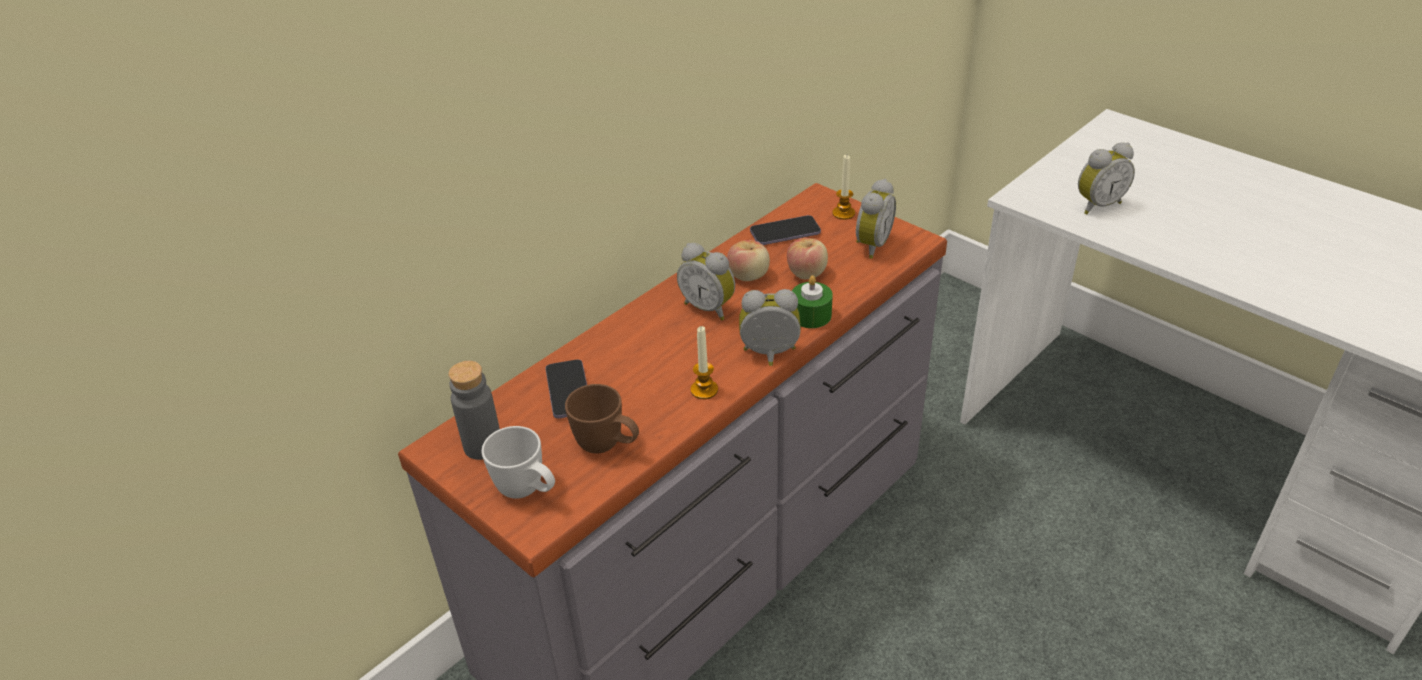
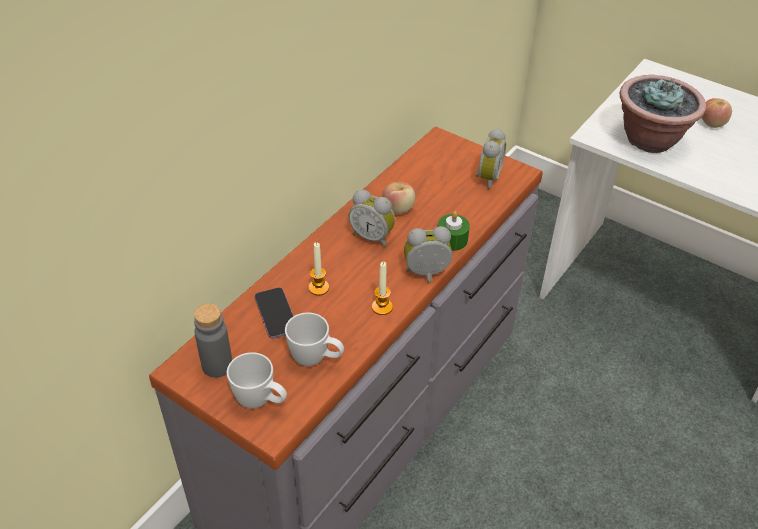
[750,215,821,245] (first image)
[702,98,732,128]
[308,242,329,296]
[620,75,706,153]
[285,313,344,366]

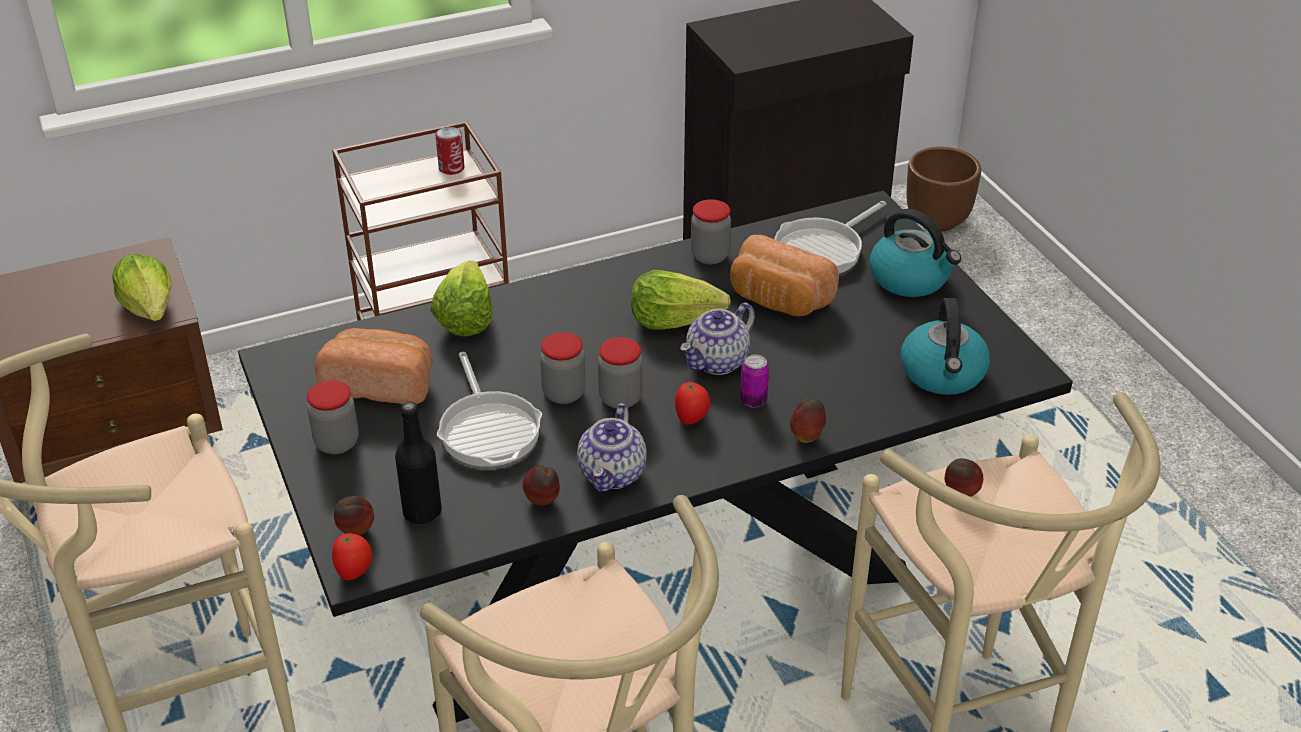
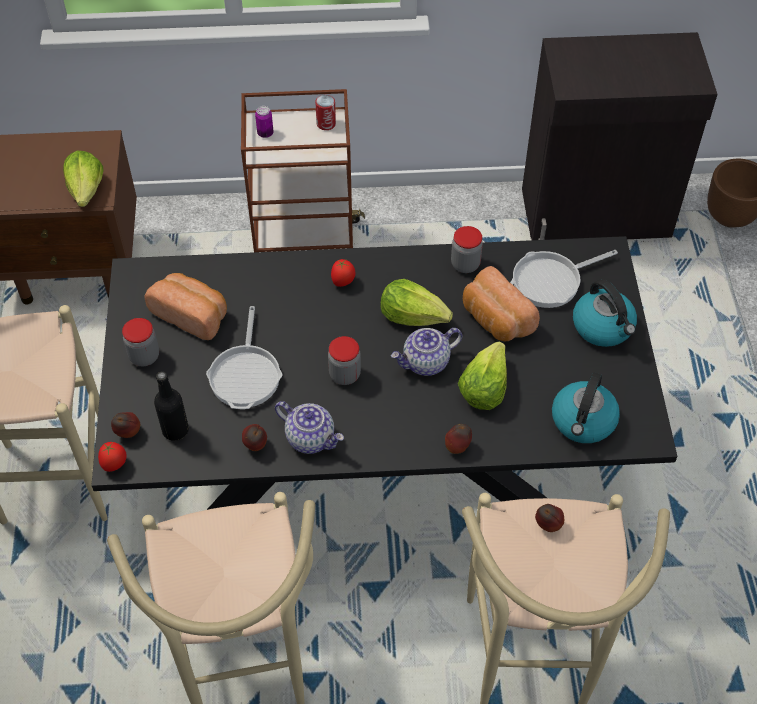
[540,332,586,404] (first image)
[458,342,507,410]
[331,259,355,287]
[255,106,273,138]
[275,401,344,454]

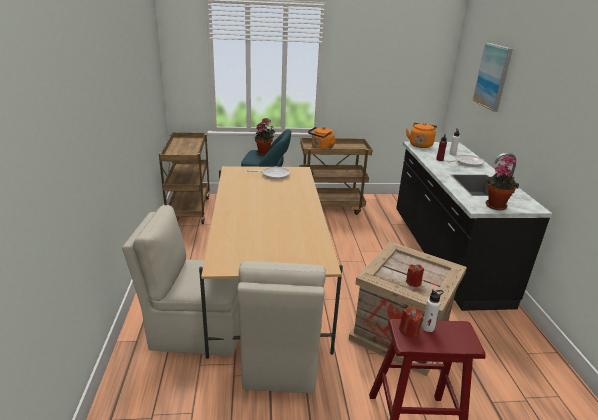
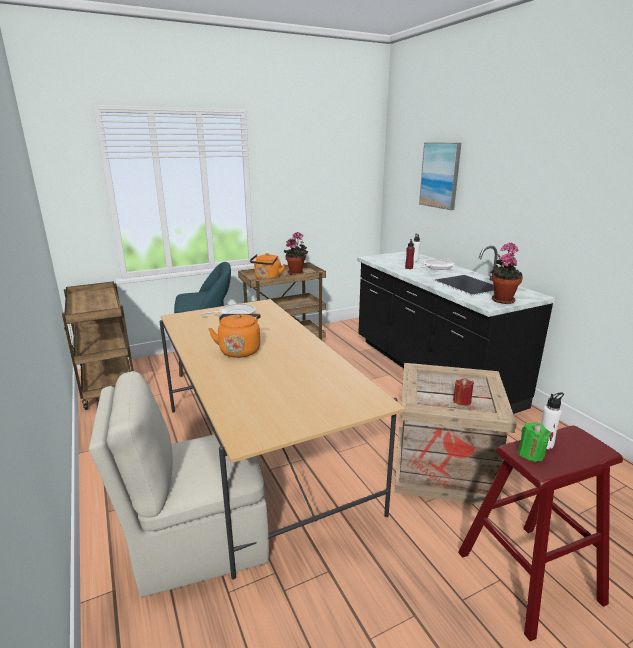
[237,261,326,393] (first image)
[284,232,308,275]
[208,314,261,358]
[518,422,551,462]

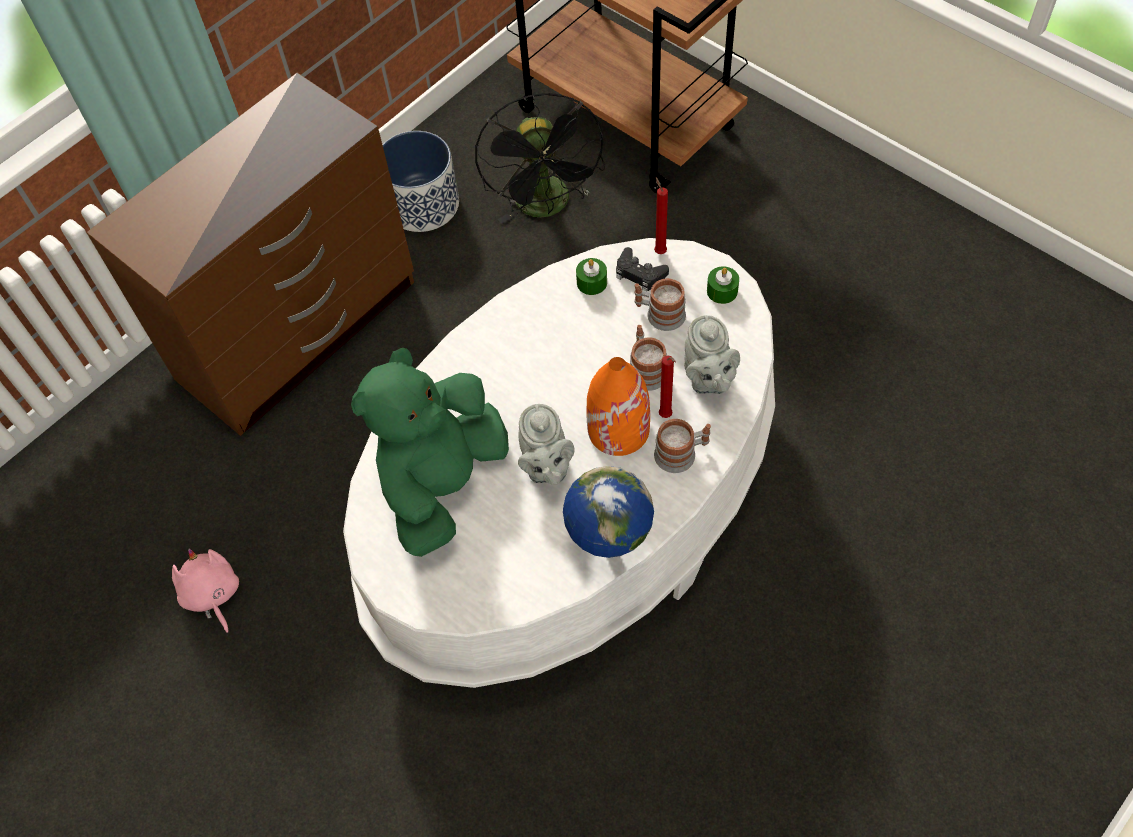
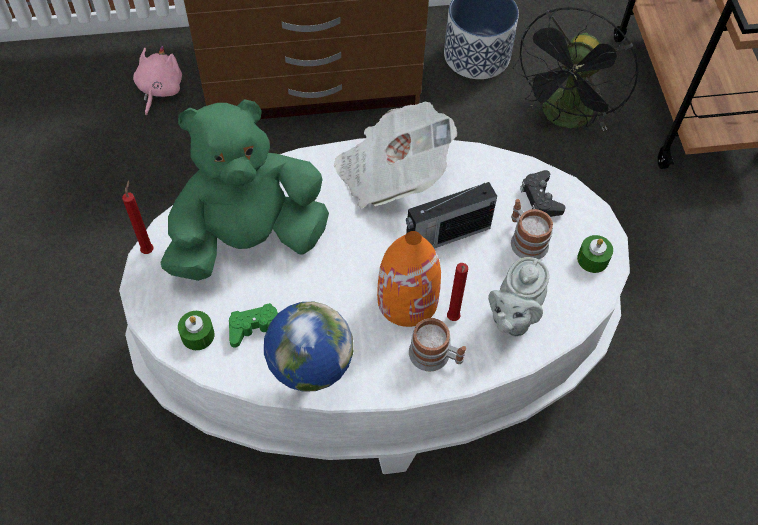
[518,404,575,485] (first image)
[630,325,667,391] (first image)
[229,303,278,348]
[334,102,457,208]
[406,182,497,248]
[133,45,182,116]
[178,311,214,350]
[122,180,153,254]

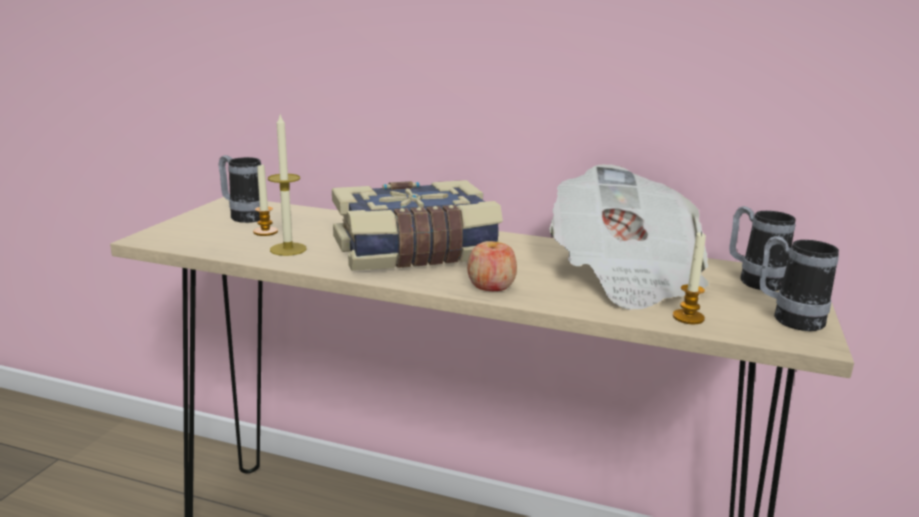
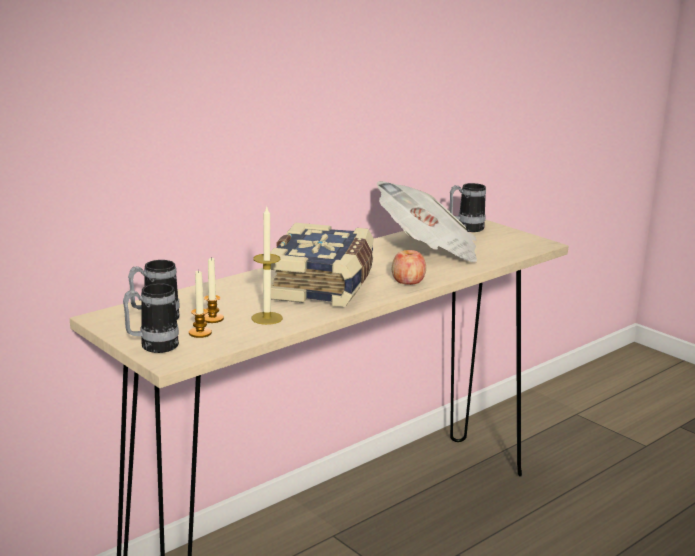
[189,269,212,338]
[123,283,179,353]

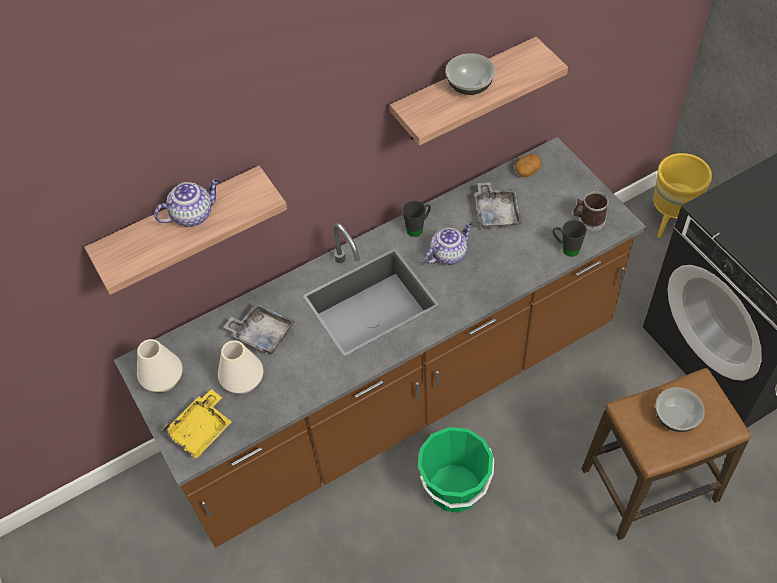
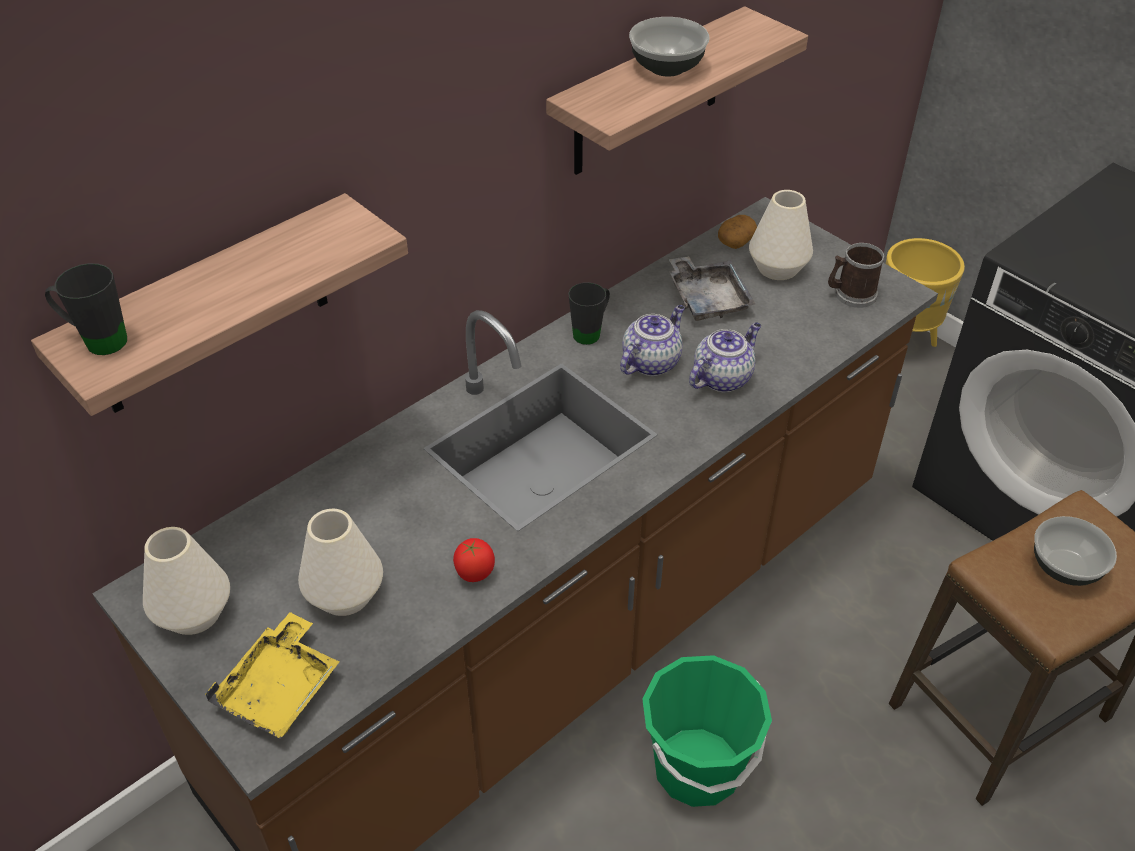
[223,302,295,355] (first image)
[453,538,495,582]
[749,190,813,280]
[689,322,761,392]
[45,263,127,355]

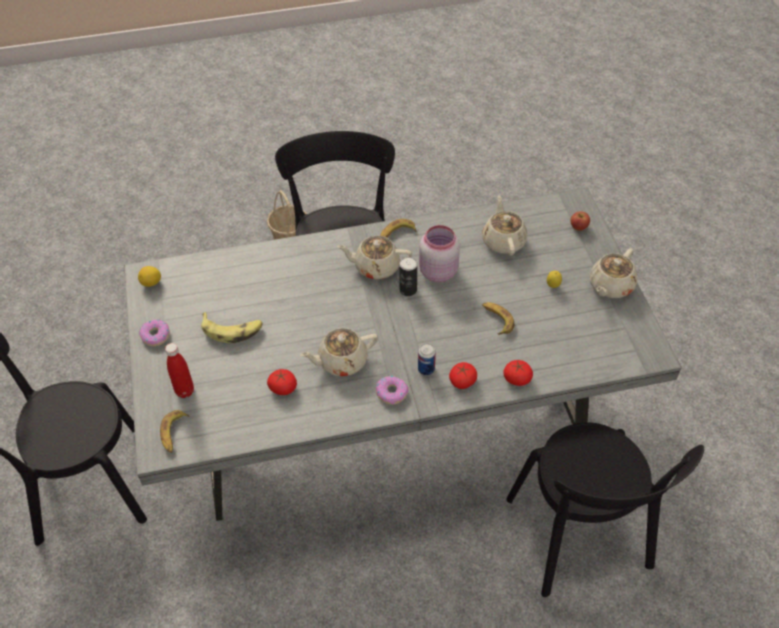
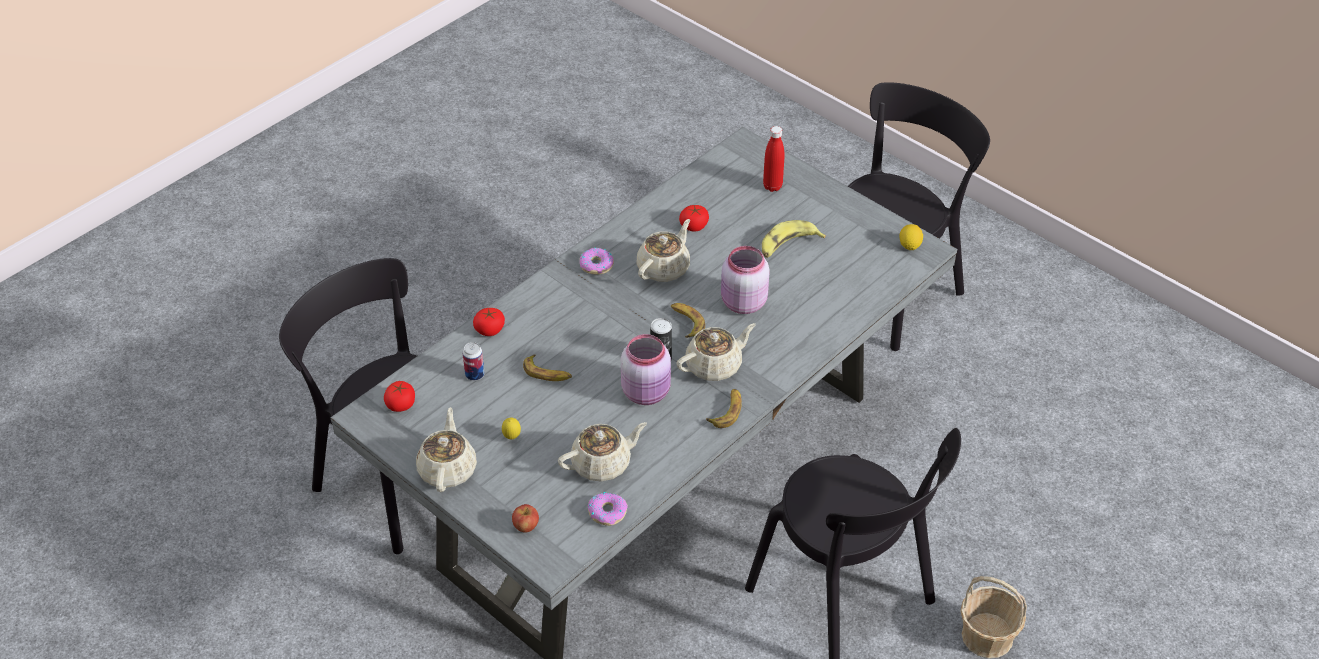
[721,246,770,314]
[588,492,628,526]
[671,303,705,338]
[462,342,485,381]
[384,381,415,412]
[558,422,647,482]

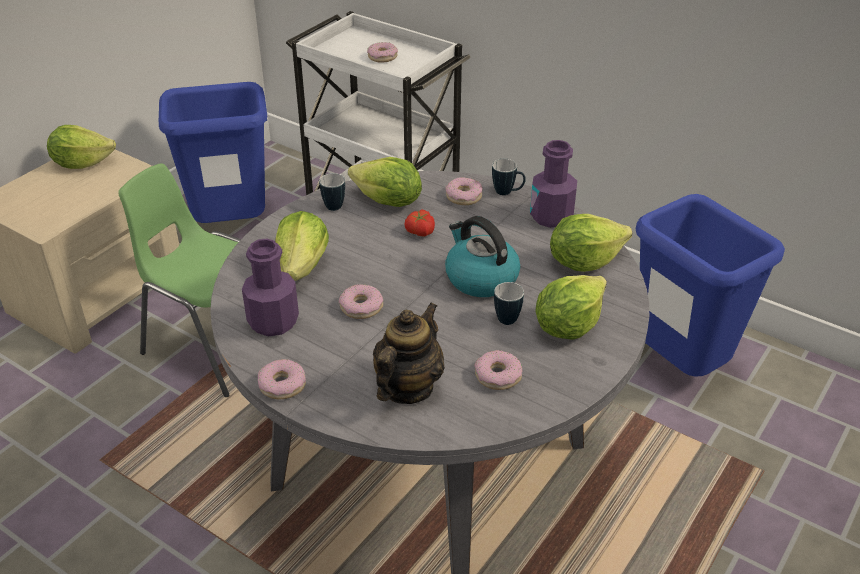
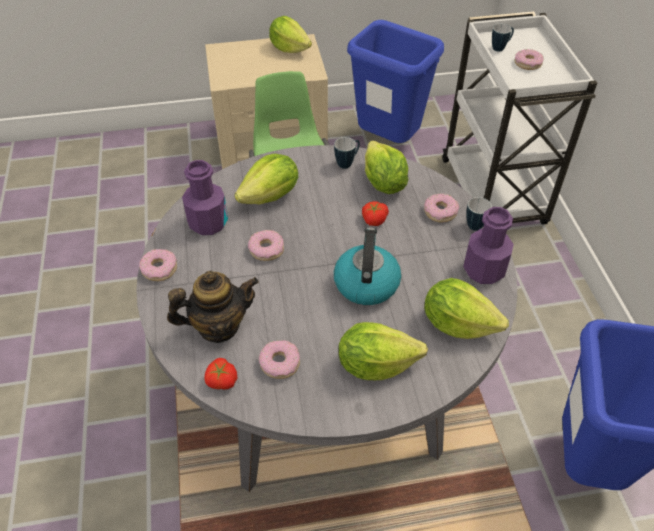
[204,358,237,390]
[492,24,514,52]

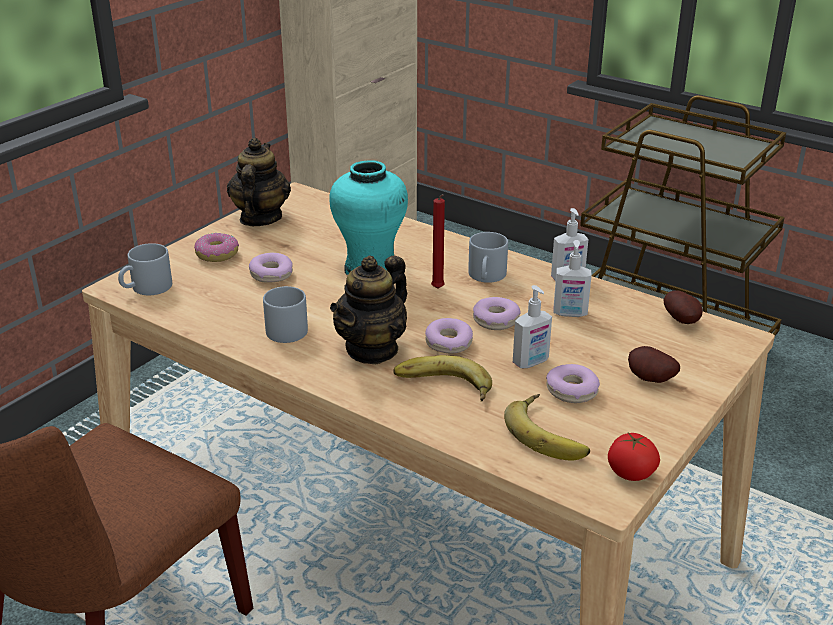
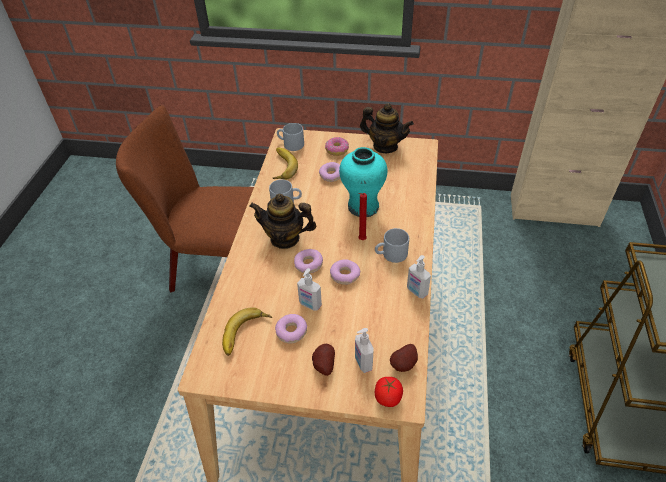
[273,148,298,180]
[355,328,374,373]
[375,377,403,407]
[360,103,414,153]

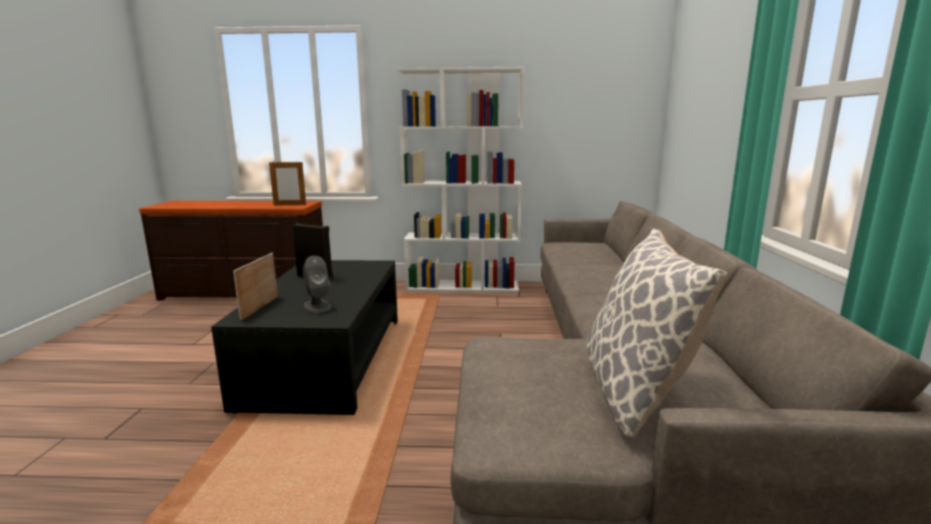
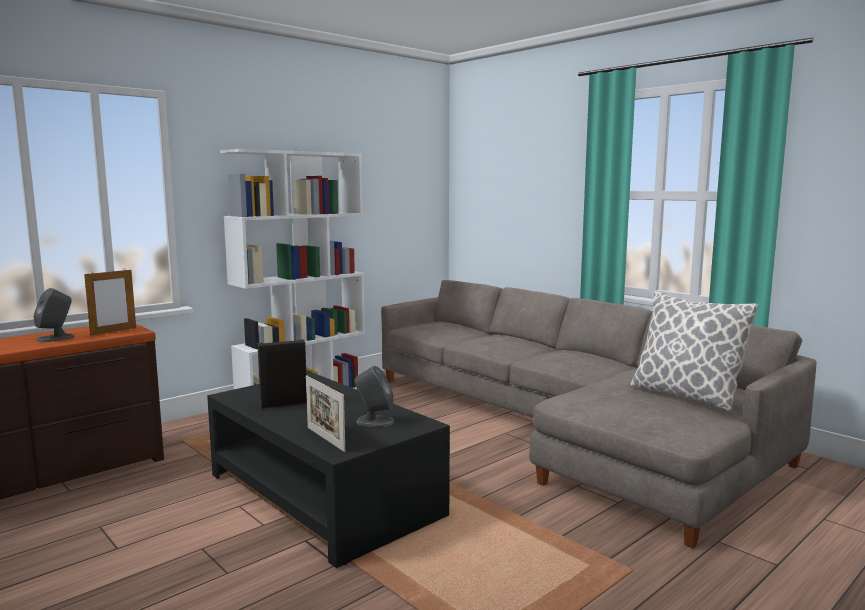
[33,288,74,342]

